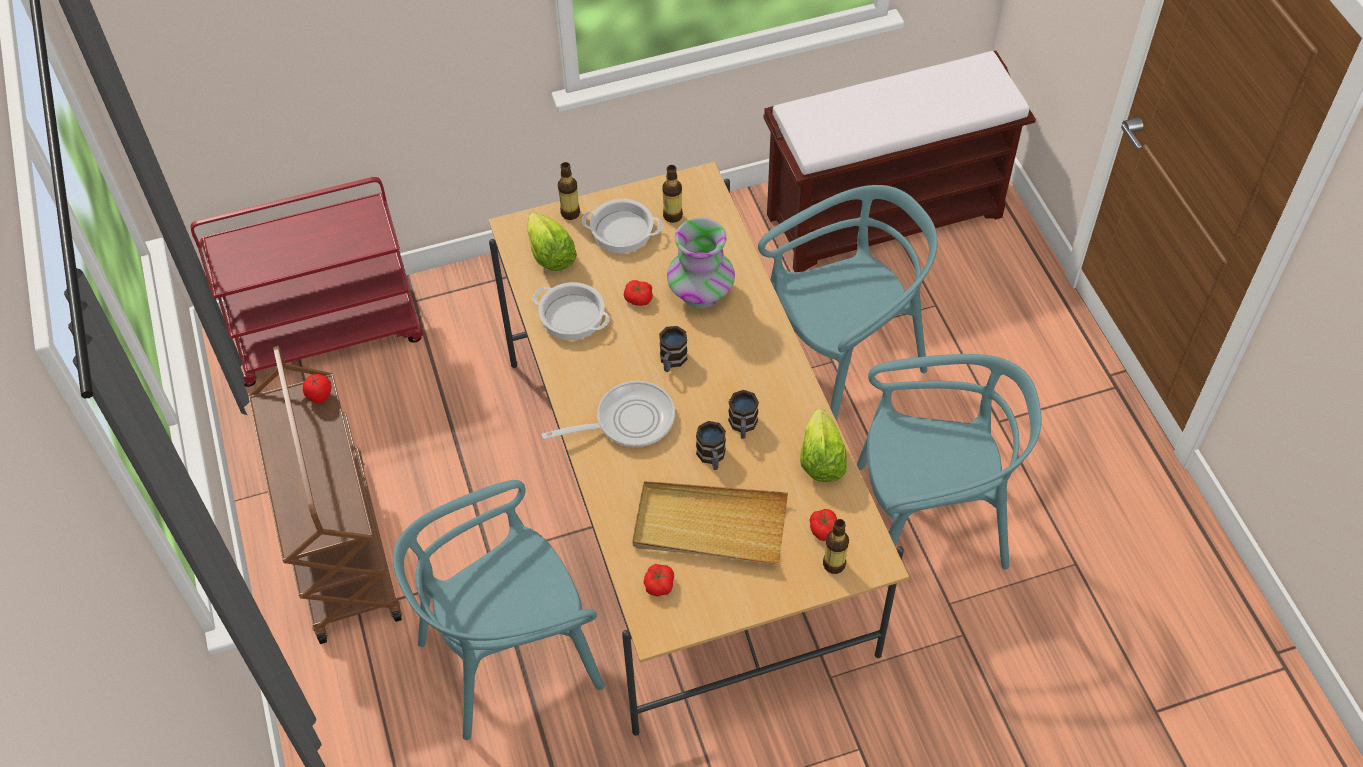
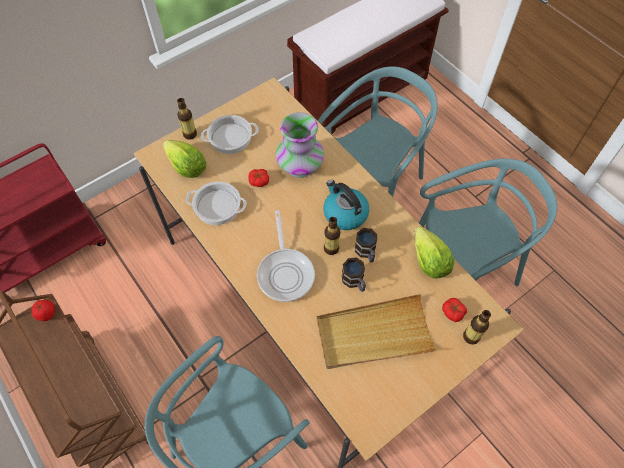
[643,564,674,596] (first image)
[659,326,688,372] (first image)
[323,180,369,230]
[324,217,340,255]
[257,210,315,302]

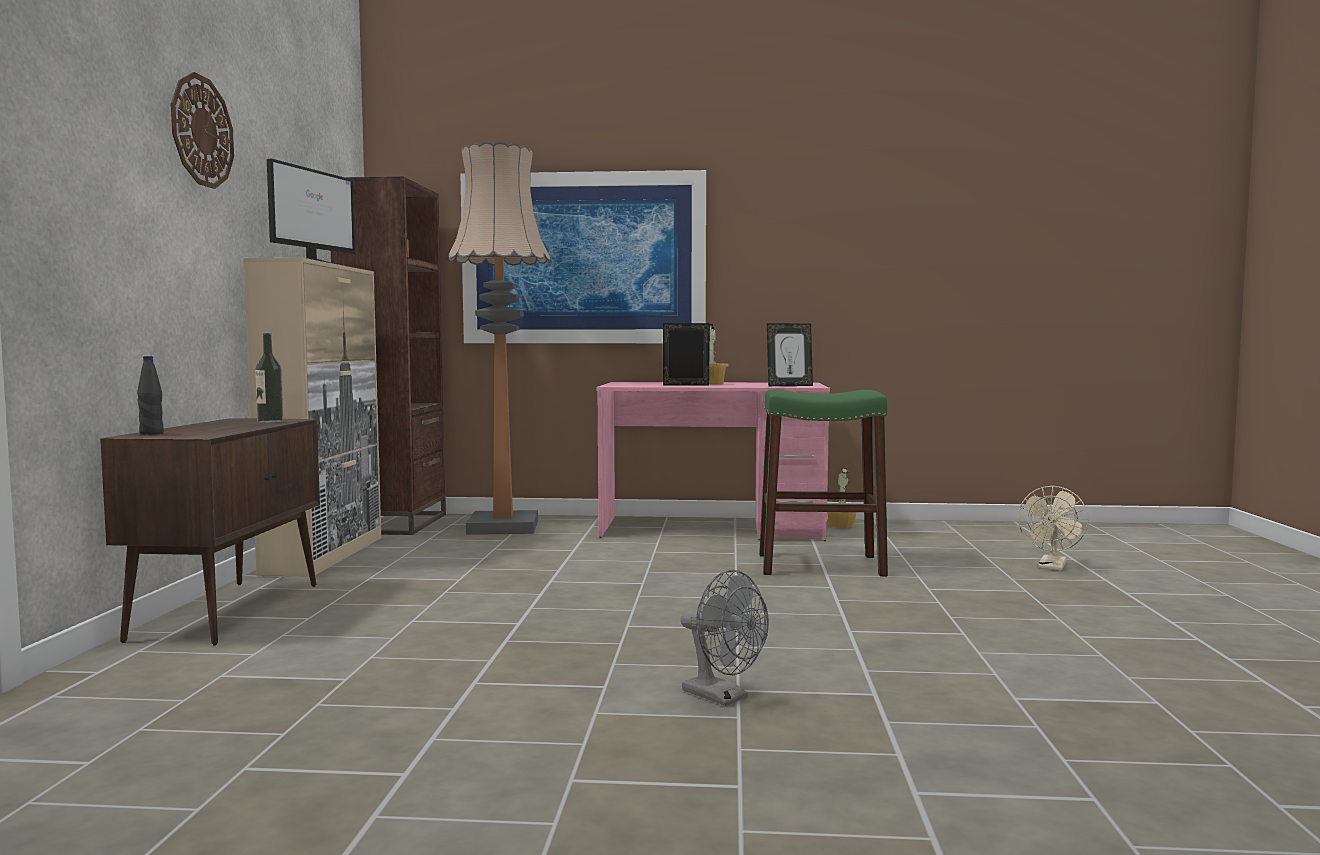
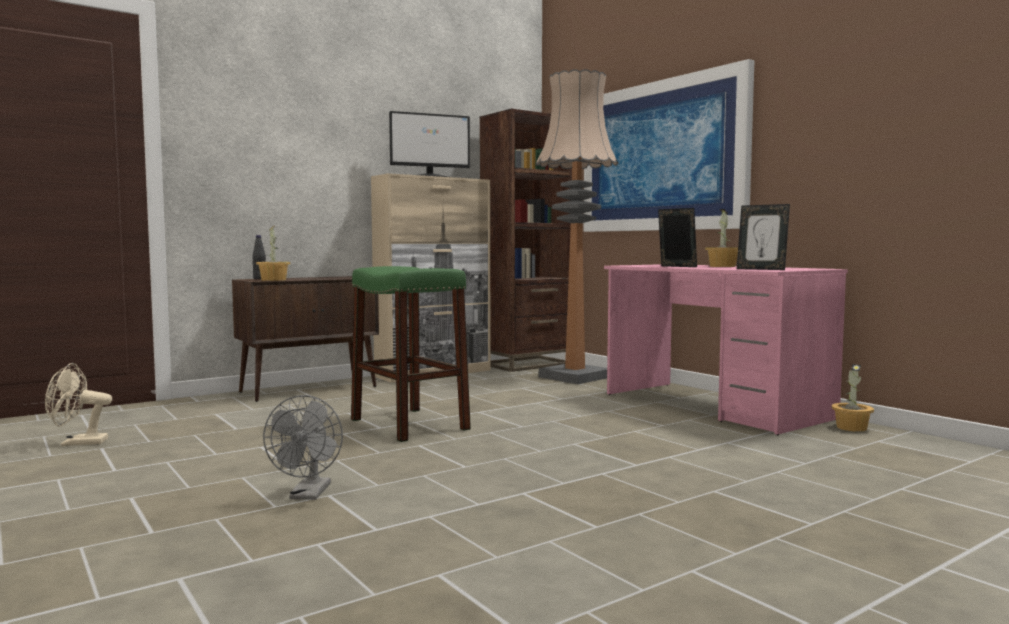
[171,72,234,189] (first image)
[255,333,284,423] (first image)
[256,226,290,281]
[351,266,471,442]
[45,363,112,446]

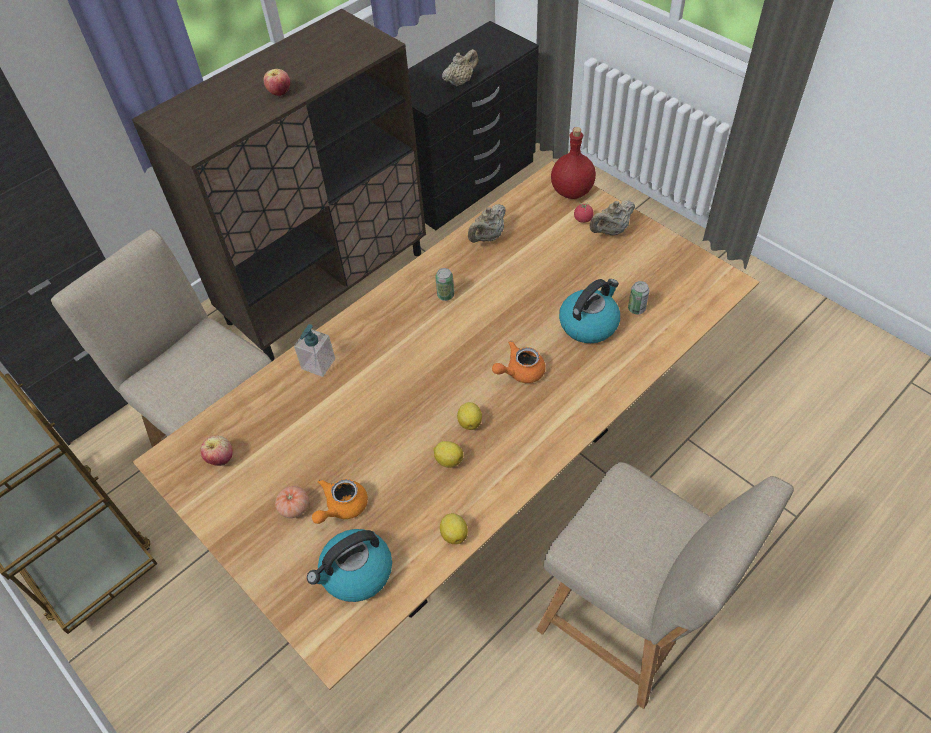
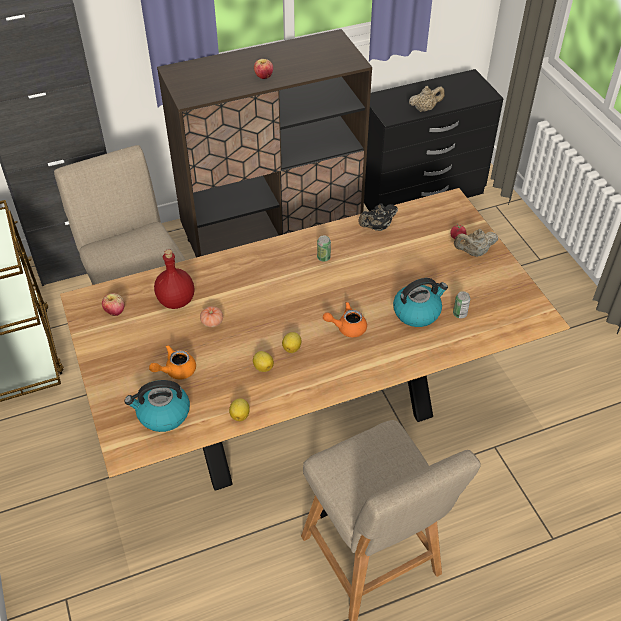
[294,324,335,377] (first image)
[200,306,223,327]
[154,249,194,309]
[358,204,398,231]

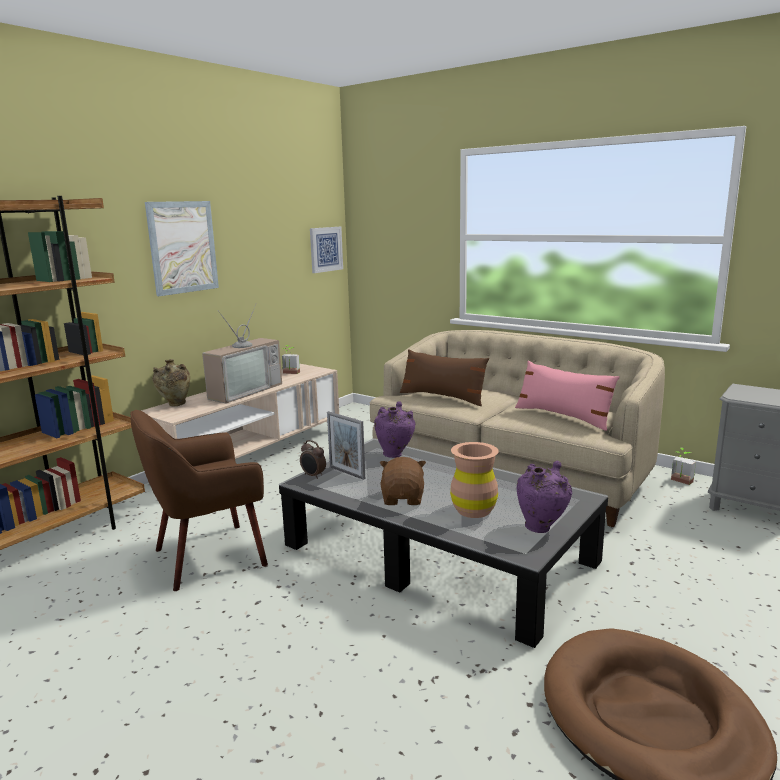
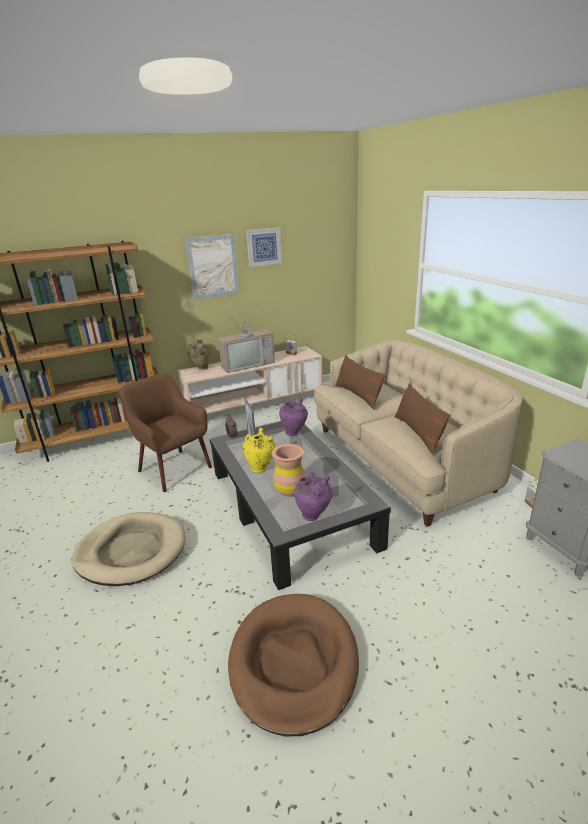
[71,512,185,586]
[246,227,282,267]
[243,428,275,473]
[394,383,451,455]
[119,373,212,492]

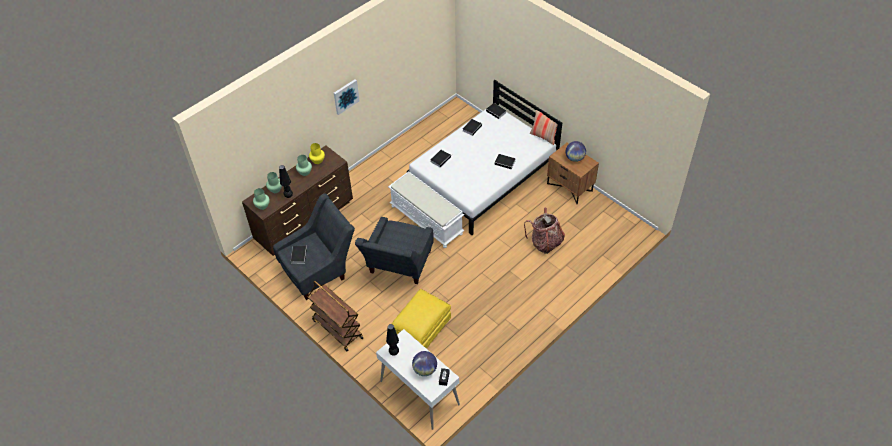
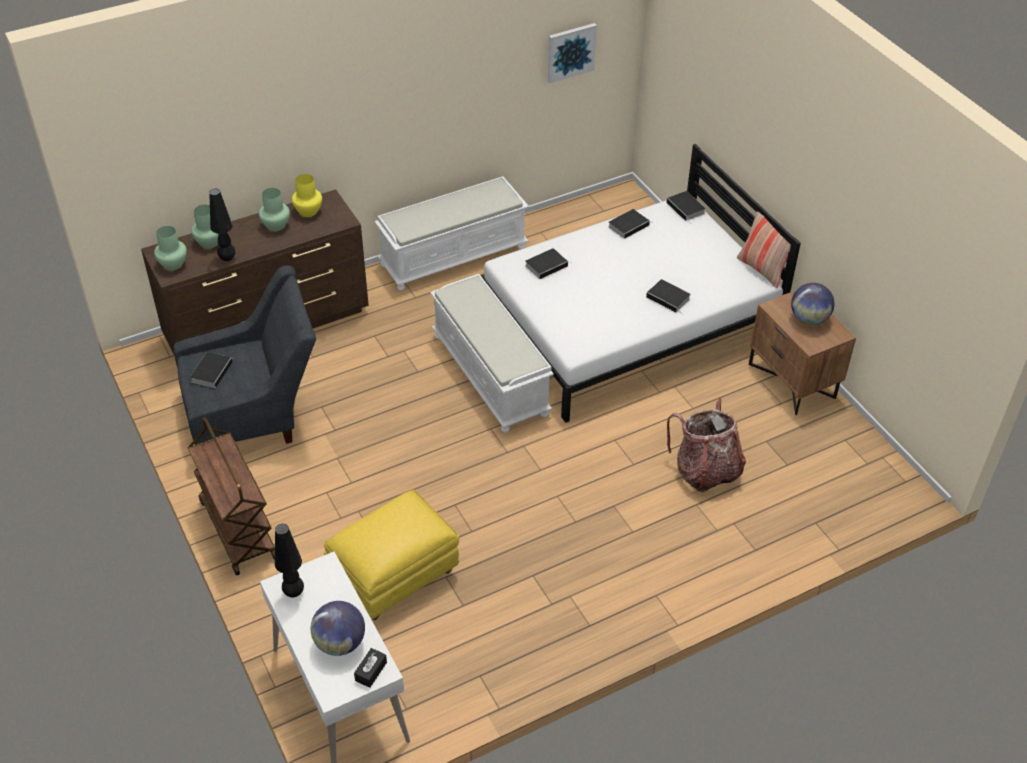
[355,217,434,284] (first image)
[374,176,529,291]
[548,23,597,83]

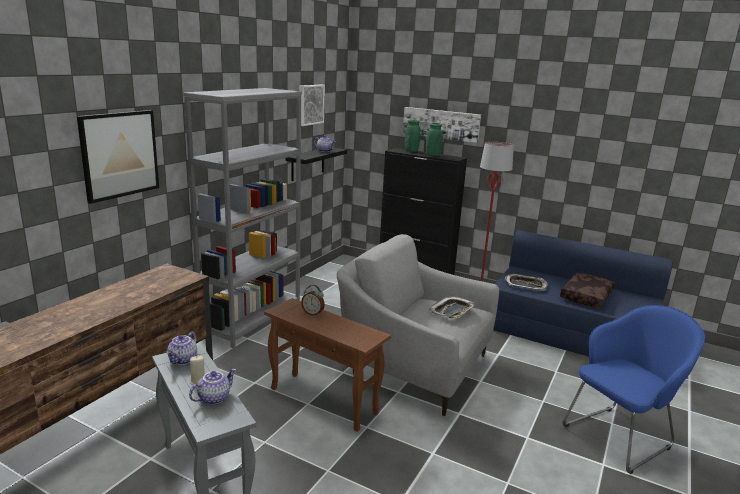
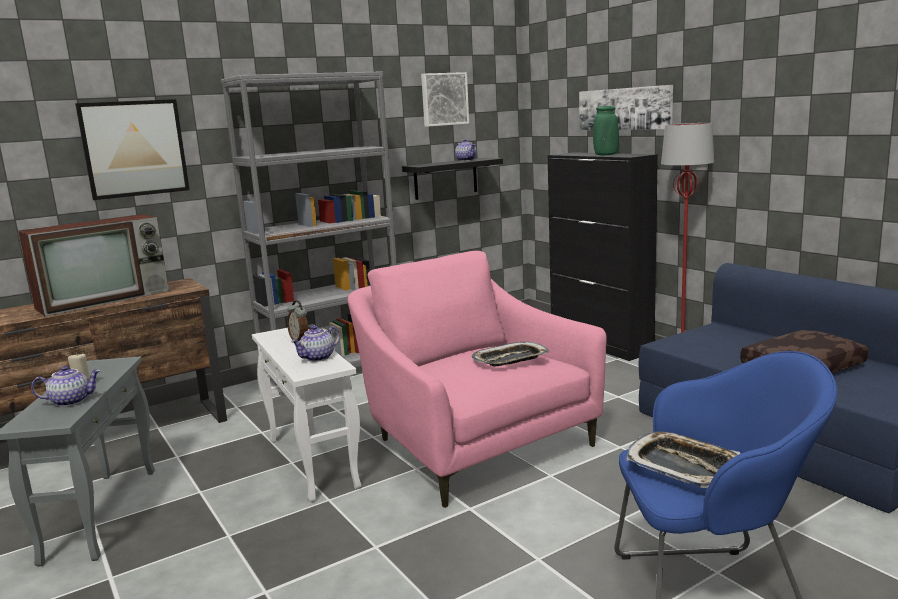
[405,120,420,152] (first image)
[18,214,169,316]
[291,326,340,362]
[626,431,740,488]
[252,328,361,502]
[348,251,607,508]

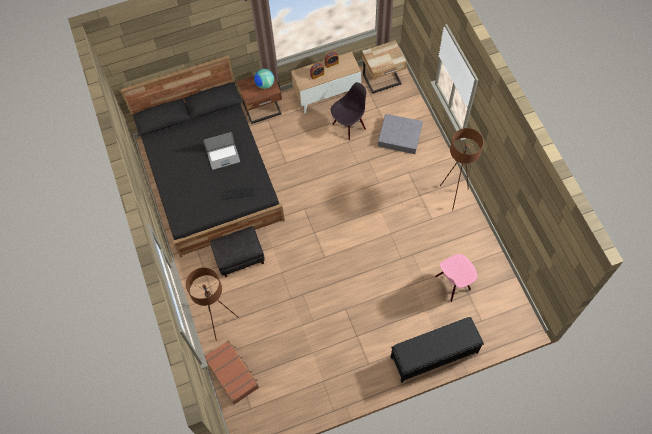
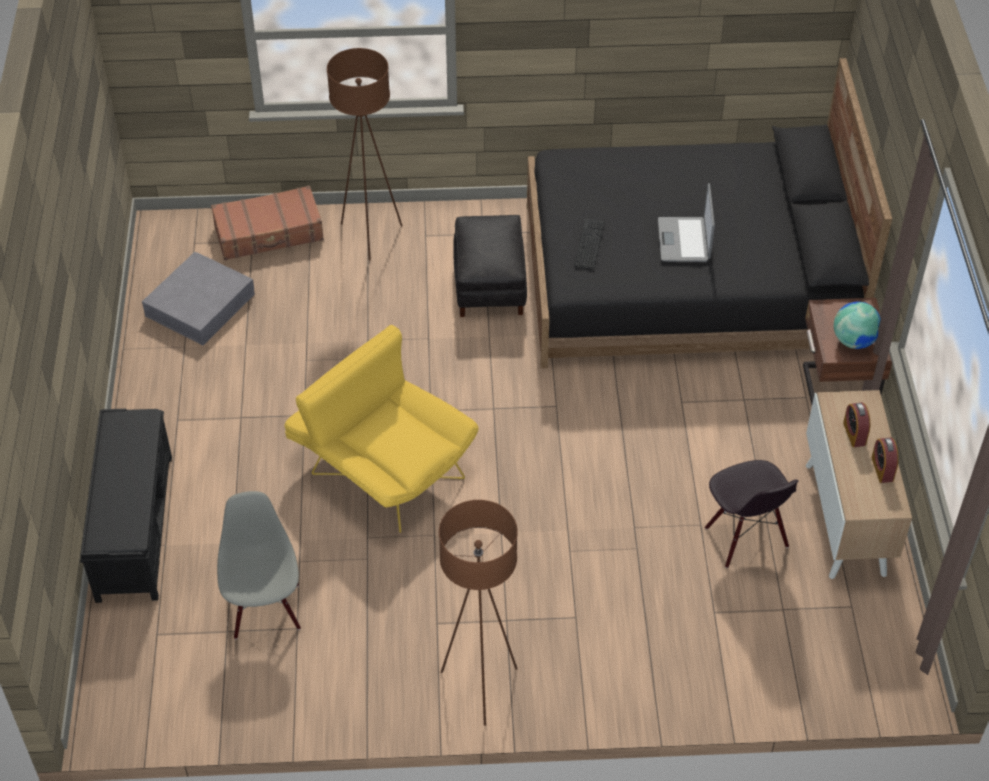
[362,40,407,94] (first image)
[284,325,479,533]
[142,252,255,345]
[217,491,301,639]

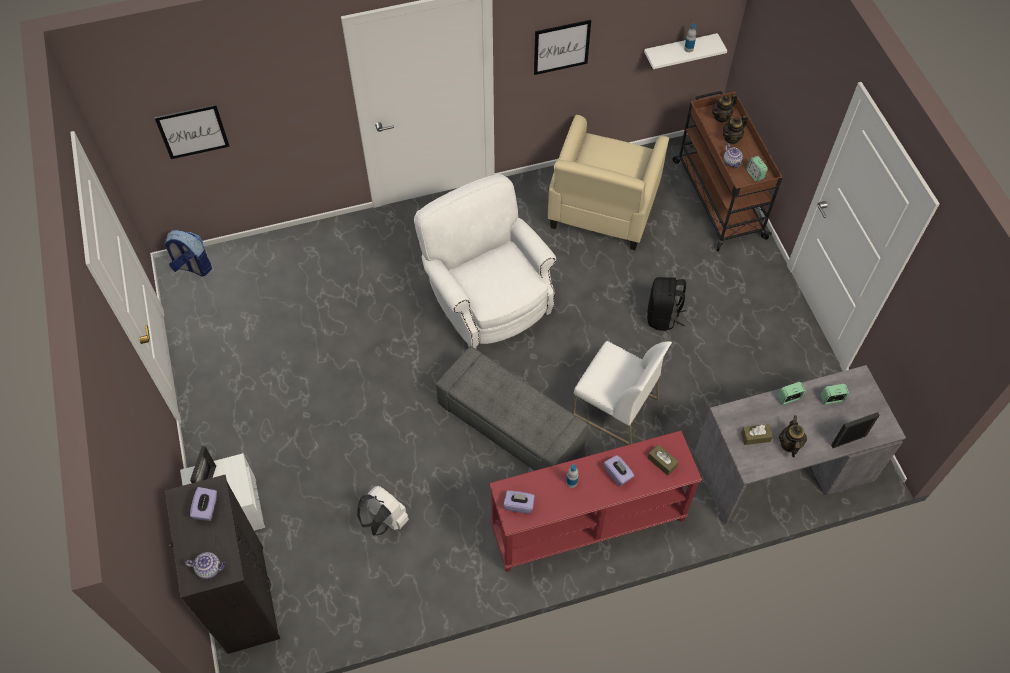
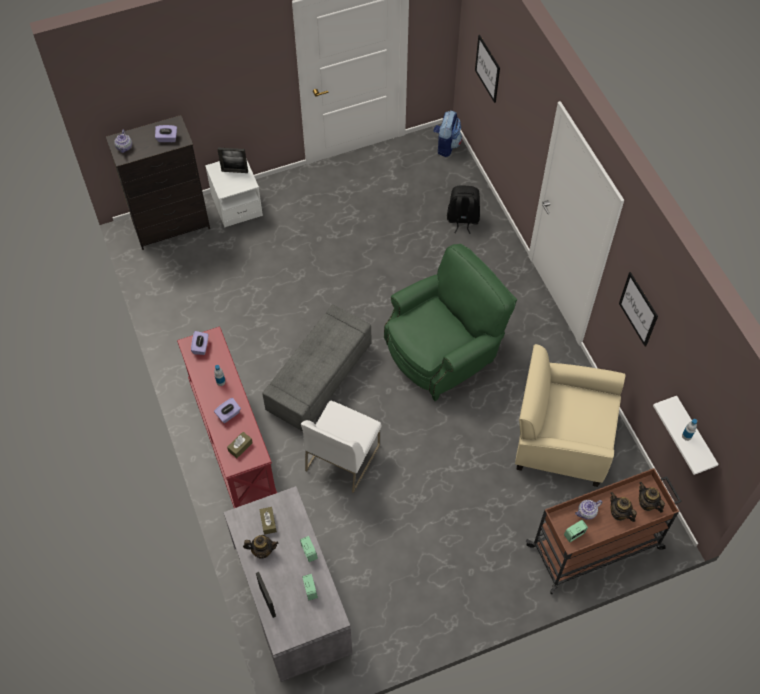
[357,486,409,536] (first image)
[447,185,480,234]
[384,244,517,401]

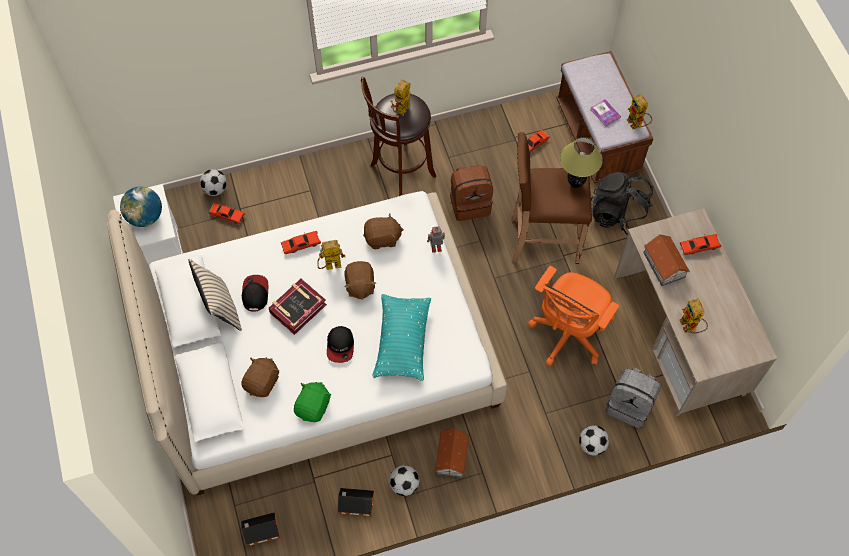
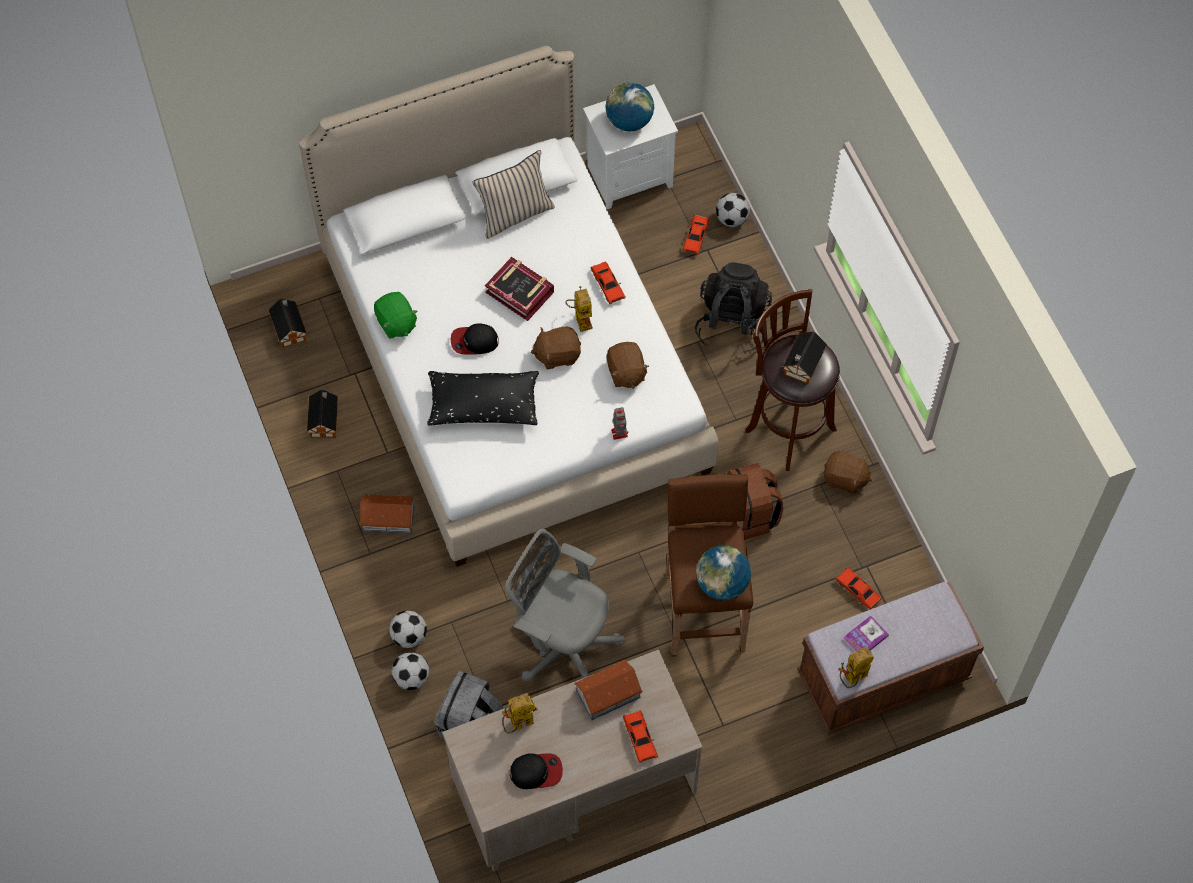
[824,451,872,494]
[510,753,563,789]
[389,610,427,648]
[695,262,772,354]
[783,332,827,384]
[696,545,751,600]
[427,371,539,426]
[505,529,625,682]
[374,292,418,339]

